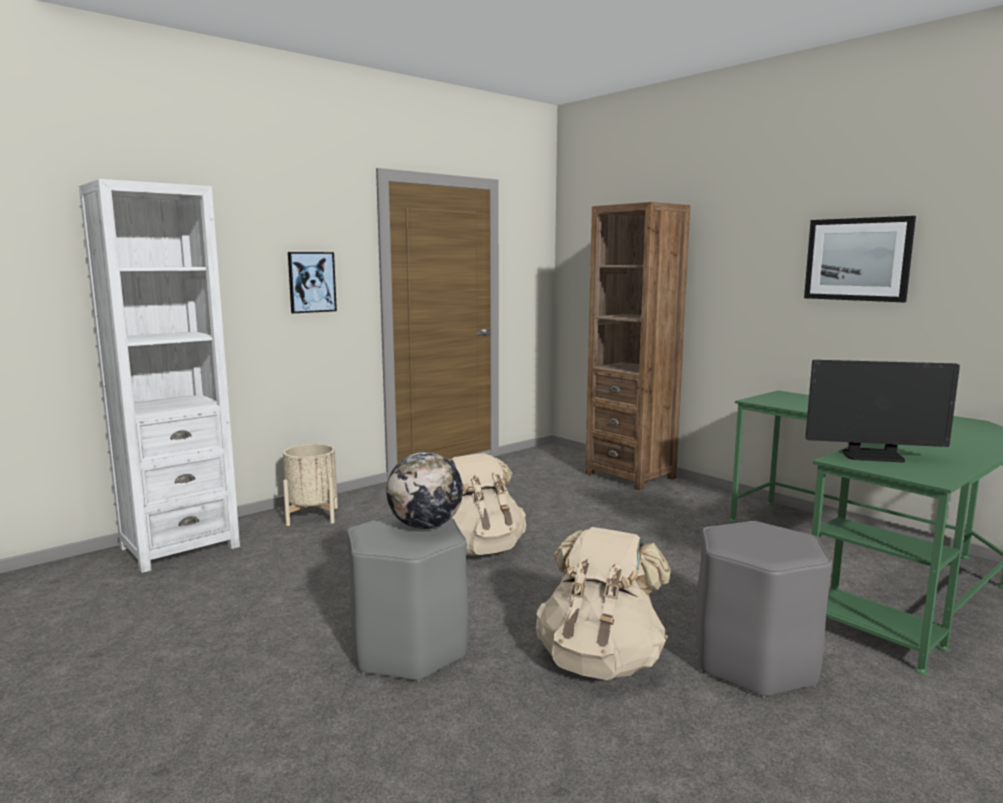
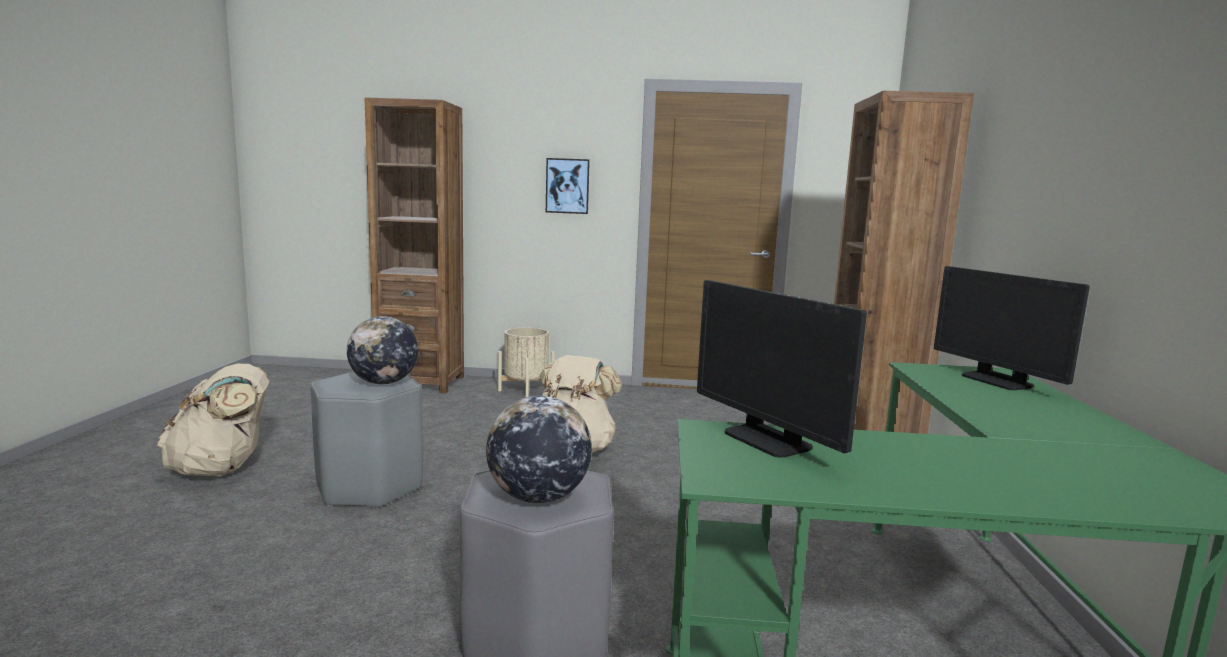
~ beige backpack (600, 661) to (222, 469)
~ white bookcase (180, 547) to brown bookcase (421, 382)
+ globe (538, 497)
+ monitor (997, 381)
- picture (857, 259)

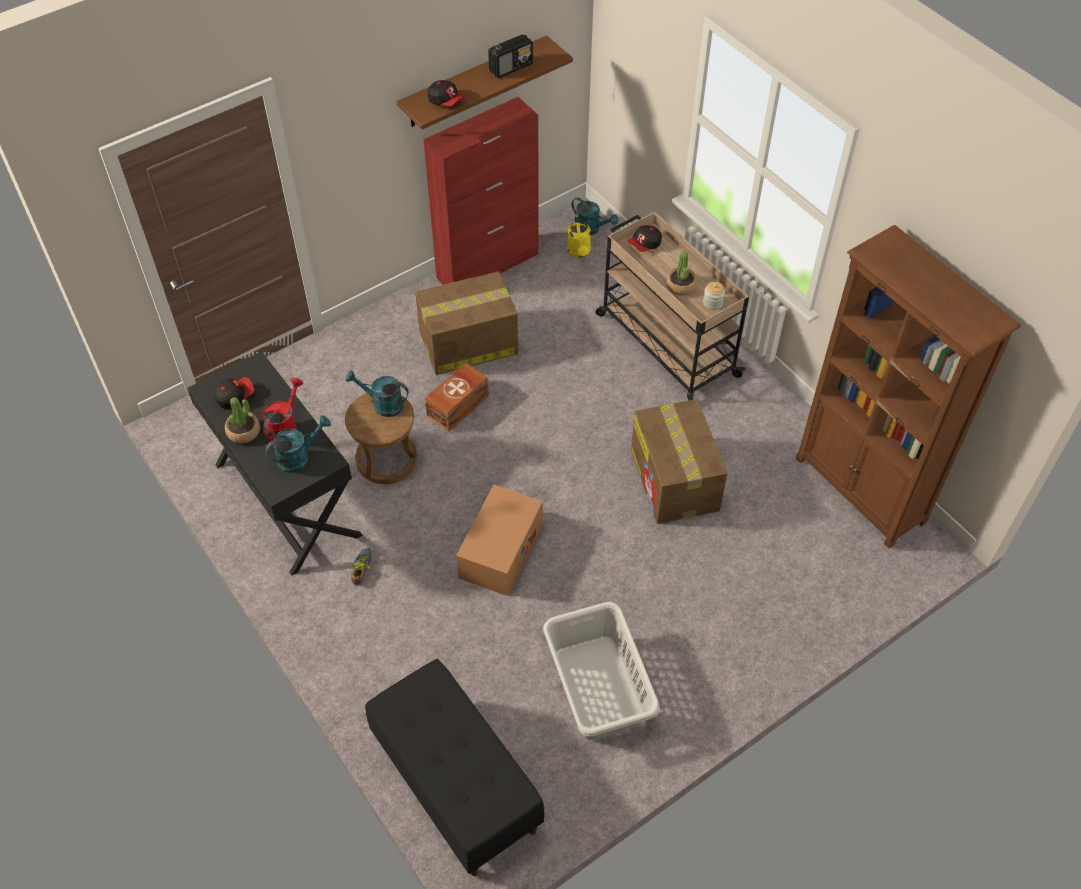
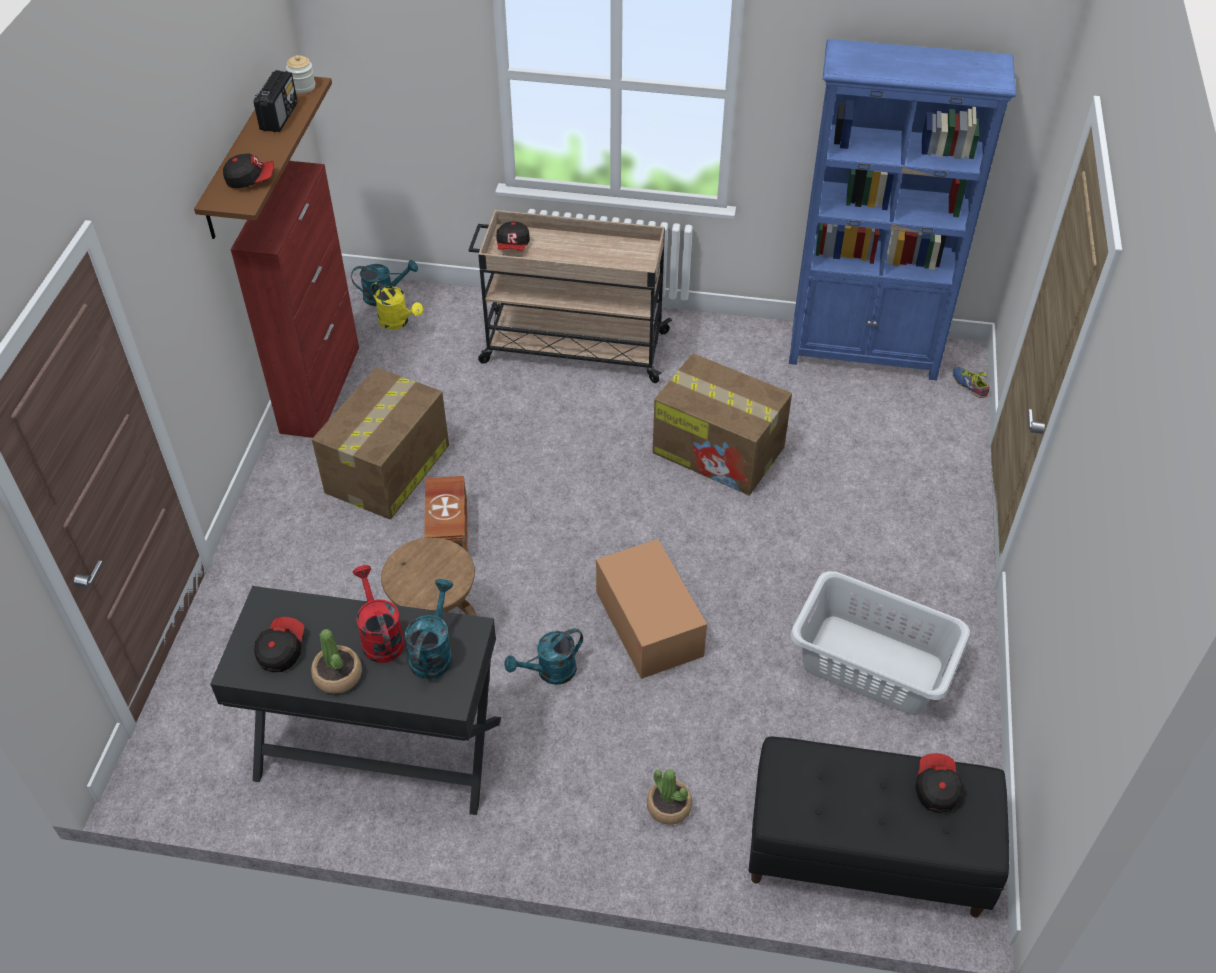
~ jar (712, 303) to (303, 87)
~ turquoise watering can (382, 404) to (550, 672)
~ potted plant (681, 286) to (669, 806)
~ brown bookcase (860, 490) to blue bookcase (864, 353)
+ cap (936, 788)
~ shoe (363, 568) to (970, 384)

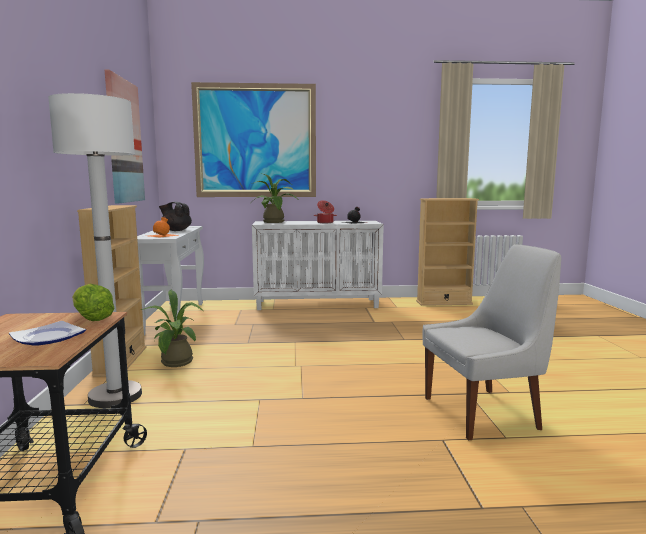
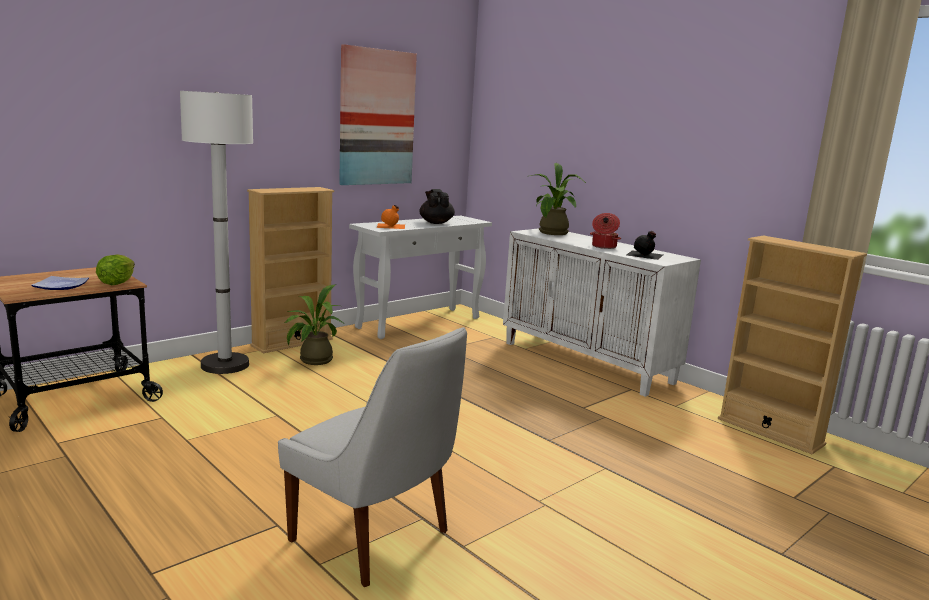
- picture (255, 141)

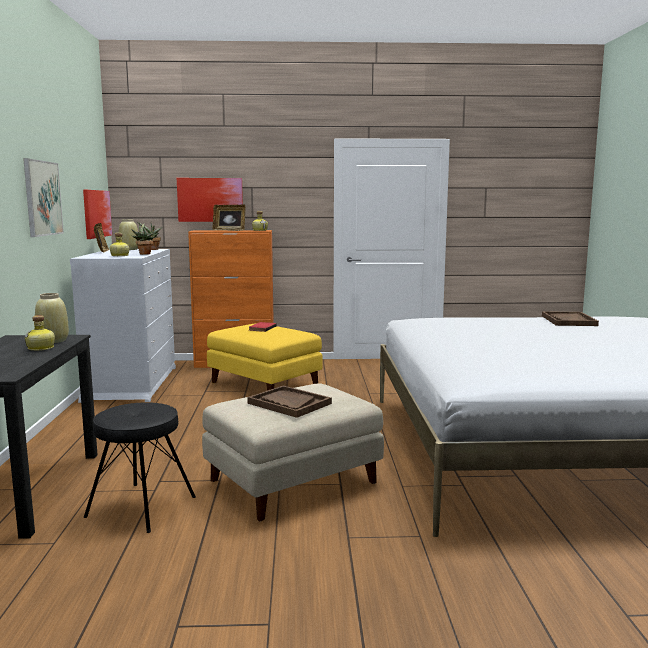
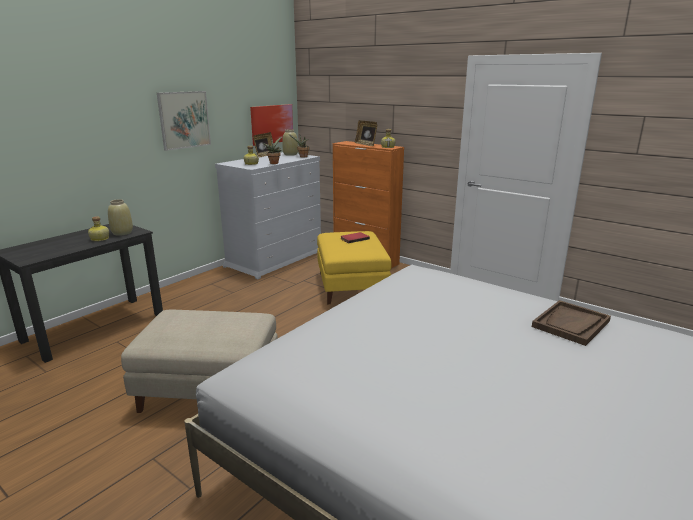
- black stool (141, 507)
- picture (210, 199)
- brown tray (289, 403)

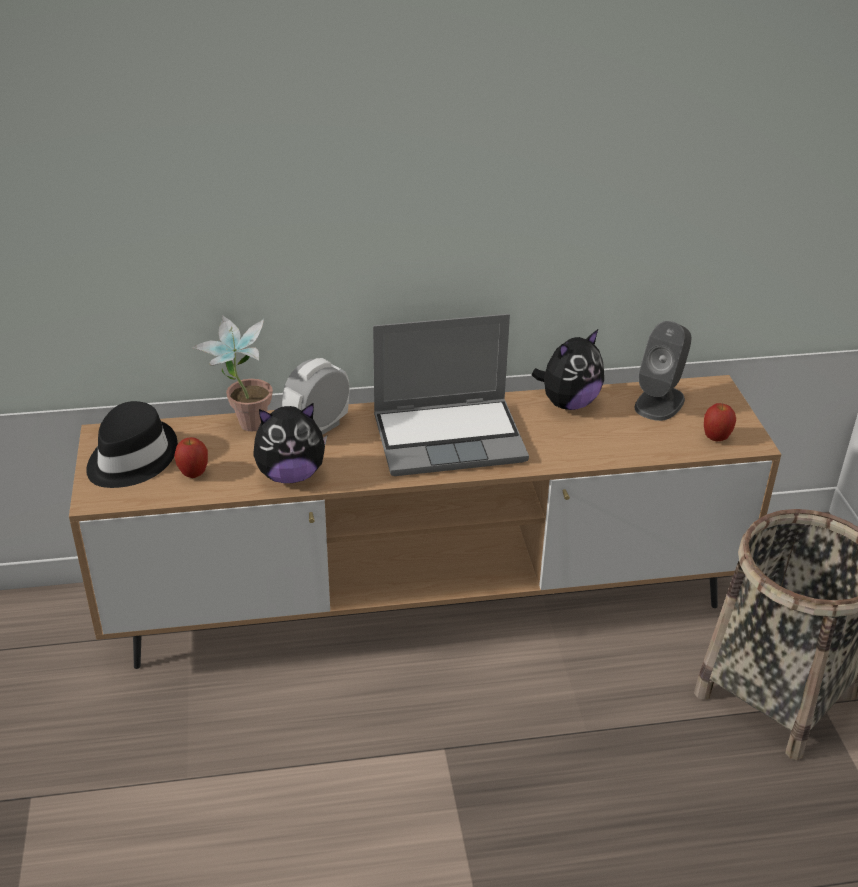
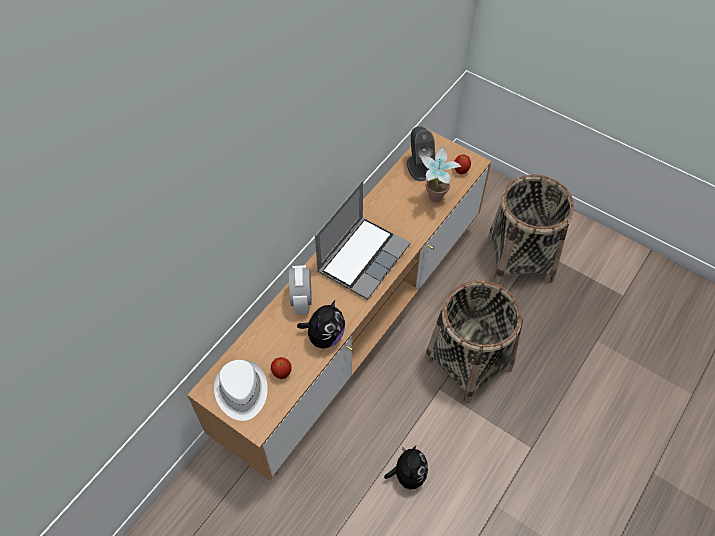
~ black hat (130, 458) to white hat (241, 391)
~ plush toy (568, 403) to (408, 474)
~ potted plant (243, 426) to (434, 201)
+ basket (468, 362)

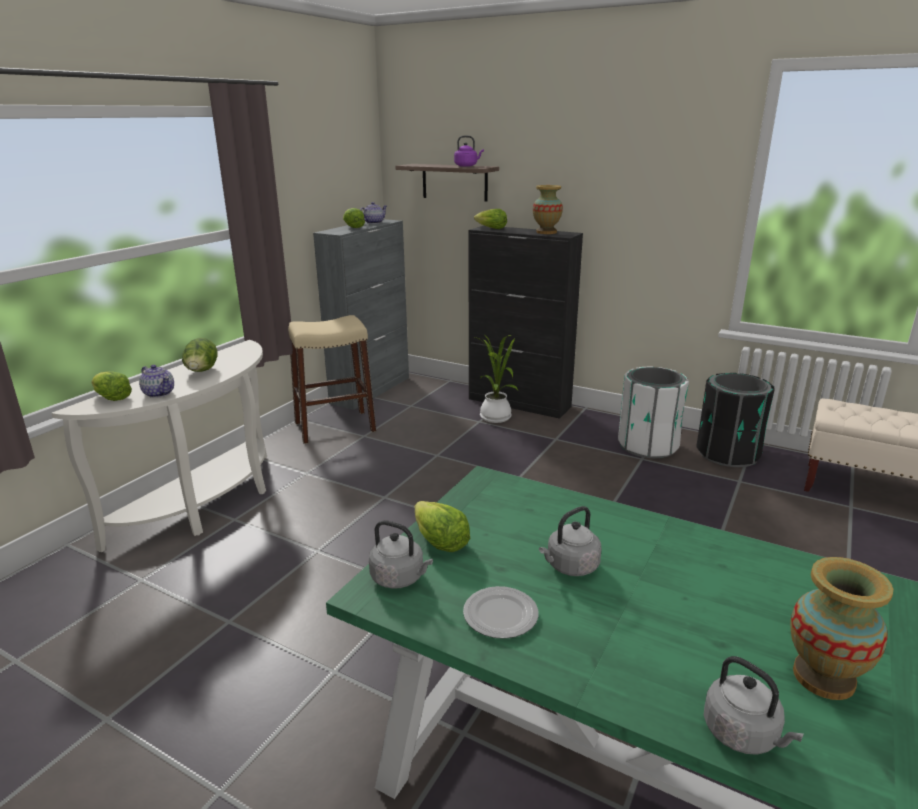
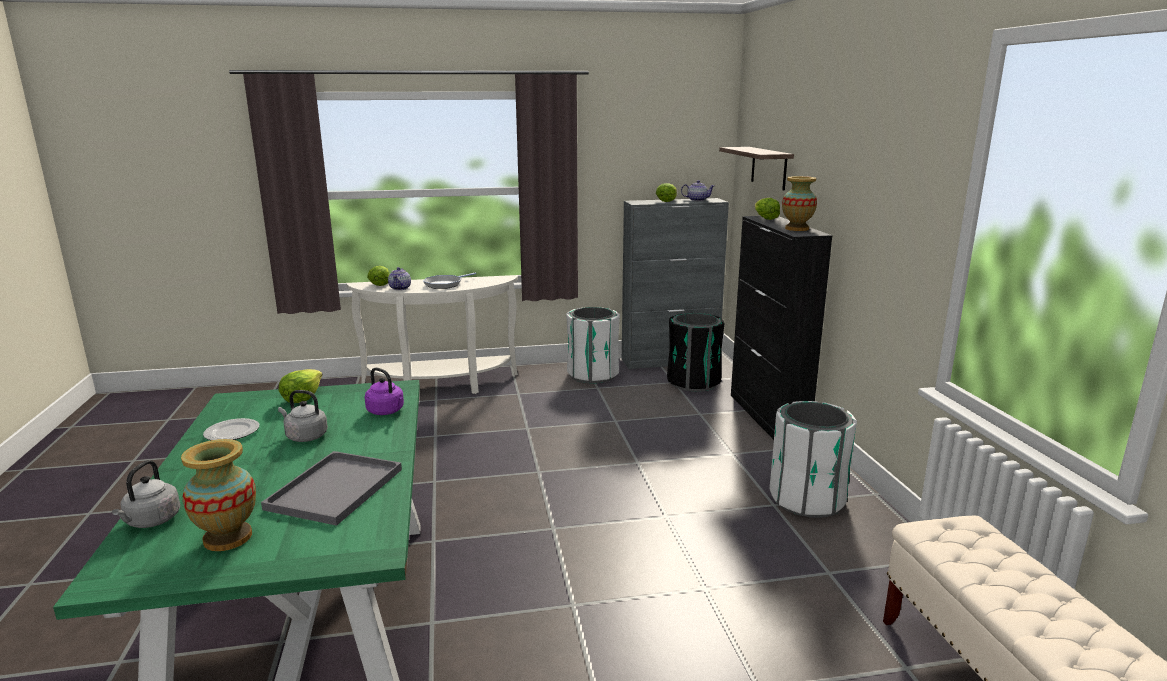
+ grey tray (336, 487)
~ purple kettle (467, 166) to (387, 411)
~ lettuce (202, 372) to frying pan (445, 284)
~ beige stool (335, 427) to white trash can (593, 374)
~ black trash can (727, 454) to (693, 382)
- grey kettle (400, 578)
- potted plant (496, 418)

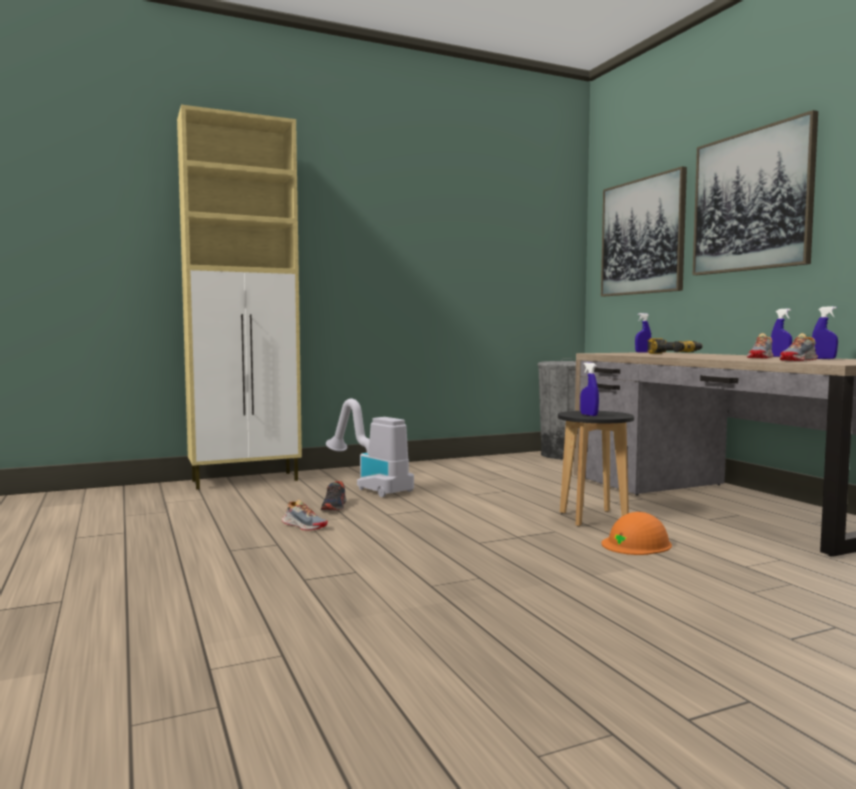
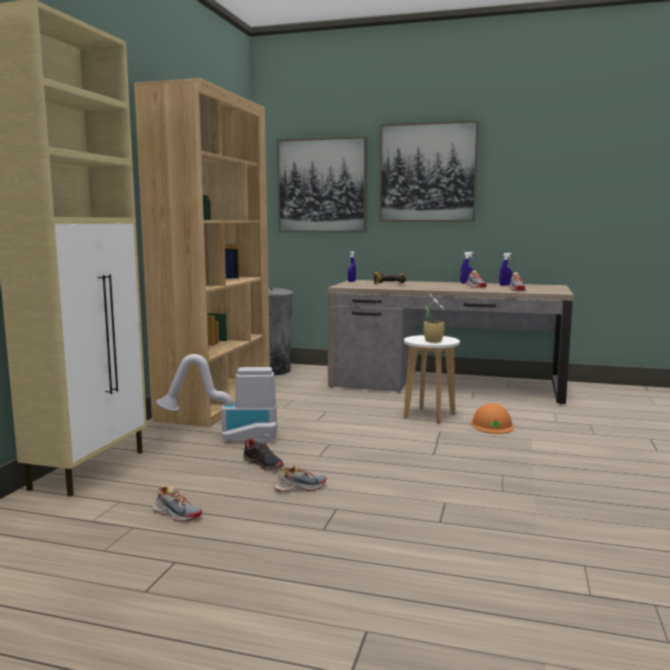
+ brown bookcase (216, 403)
+ shoe (176, 514)
~ black stool (592, 518) to white stool (429, 416)
~ blue spray bottle (589, 415) to potted plant (433, 341)

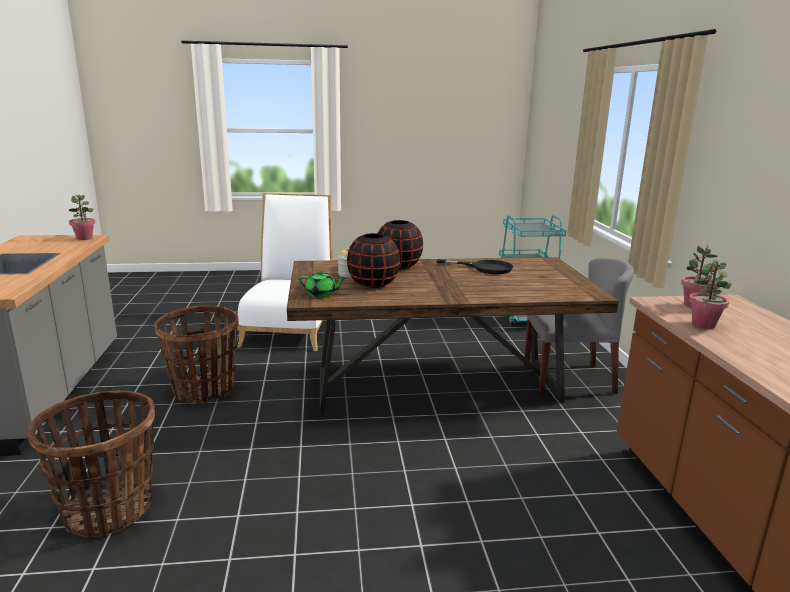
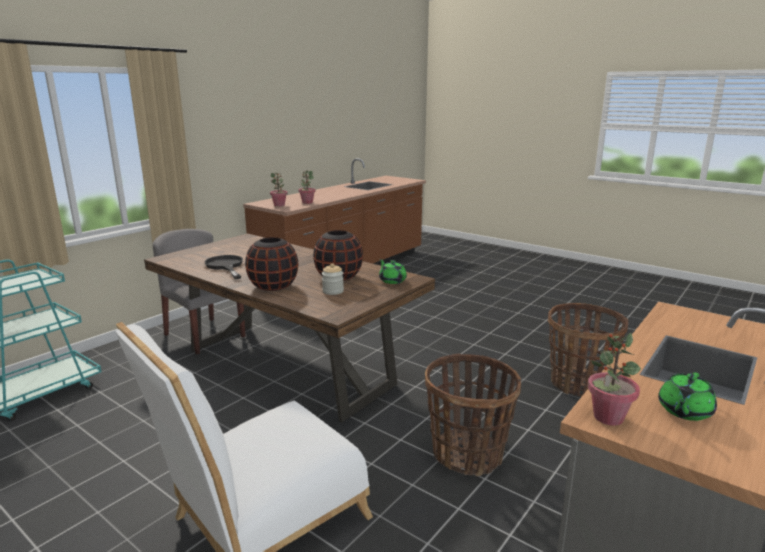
+ green teapot (684, 411)

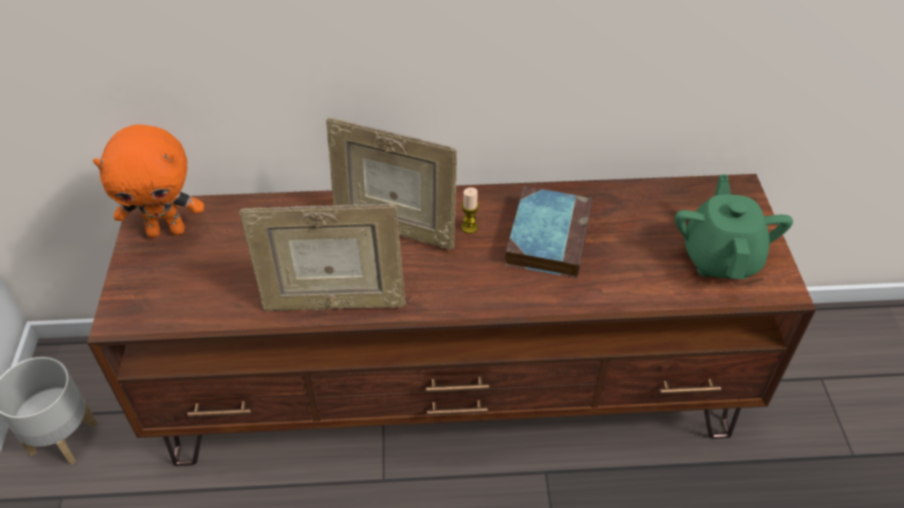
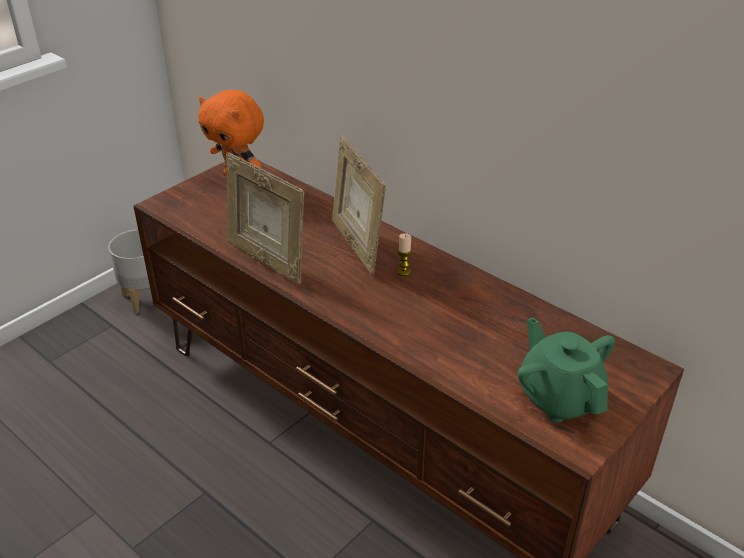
~ green teapot (720, 257) = (559, 397) 75 degrees counterclockwise
- book (548, 236)

